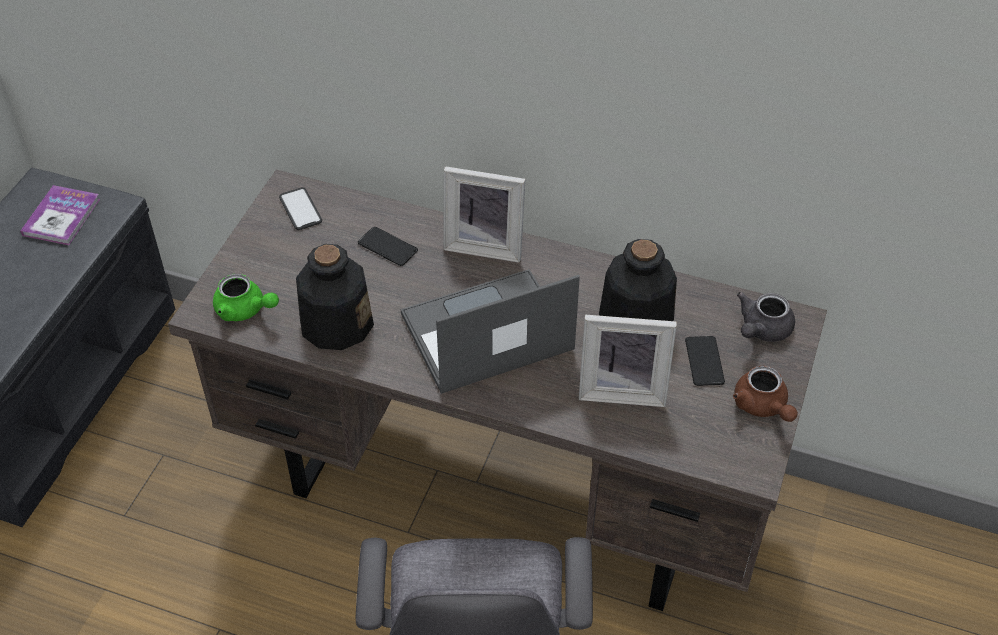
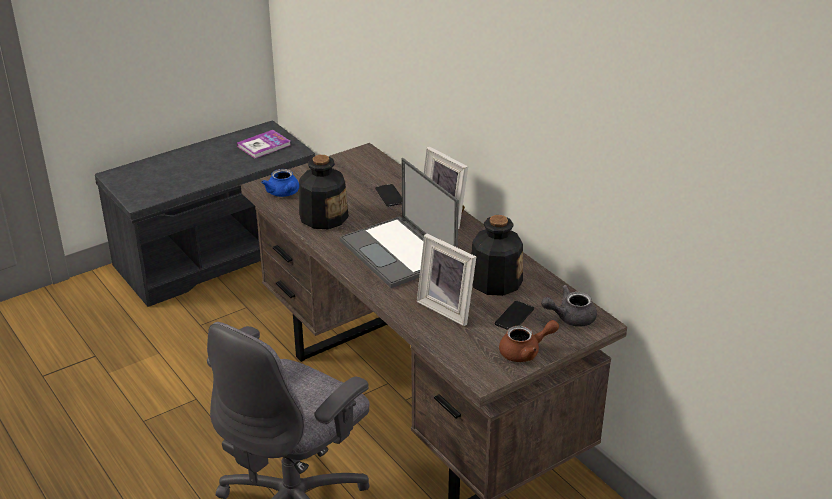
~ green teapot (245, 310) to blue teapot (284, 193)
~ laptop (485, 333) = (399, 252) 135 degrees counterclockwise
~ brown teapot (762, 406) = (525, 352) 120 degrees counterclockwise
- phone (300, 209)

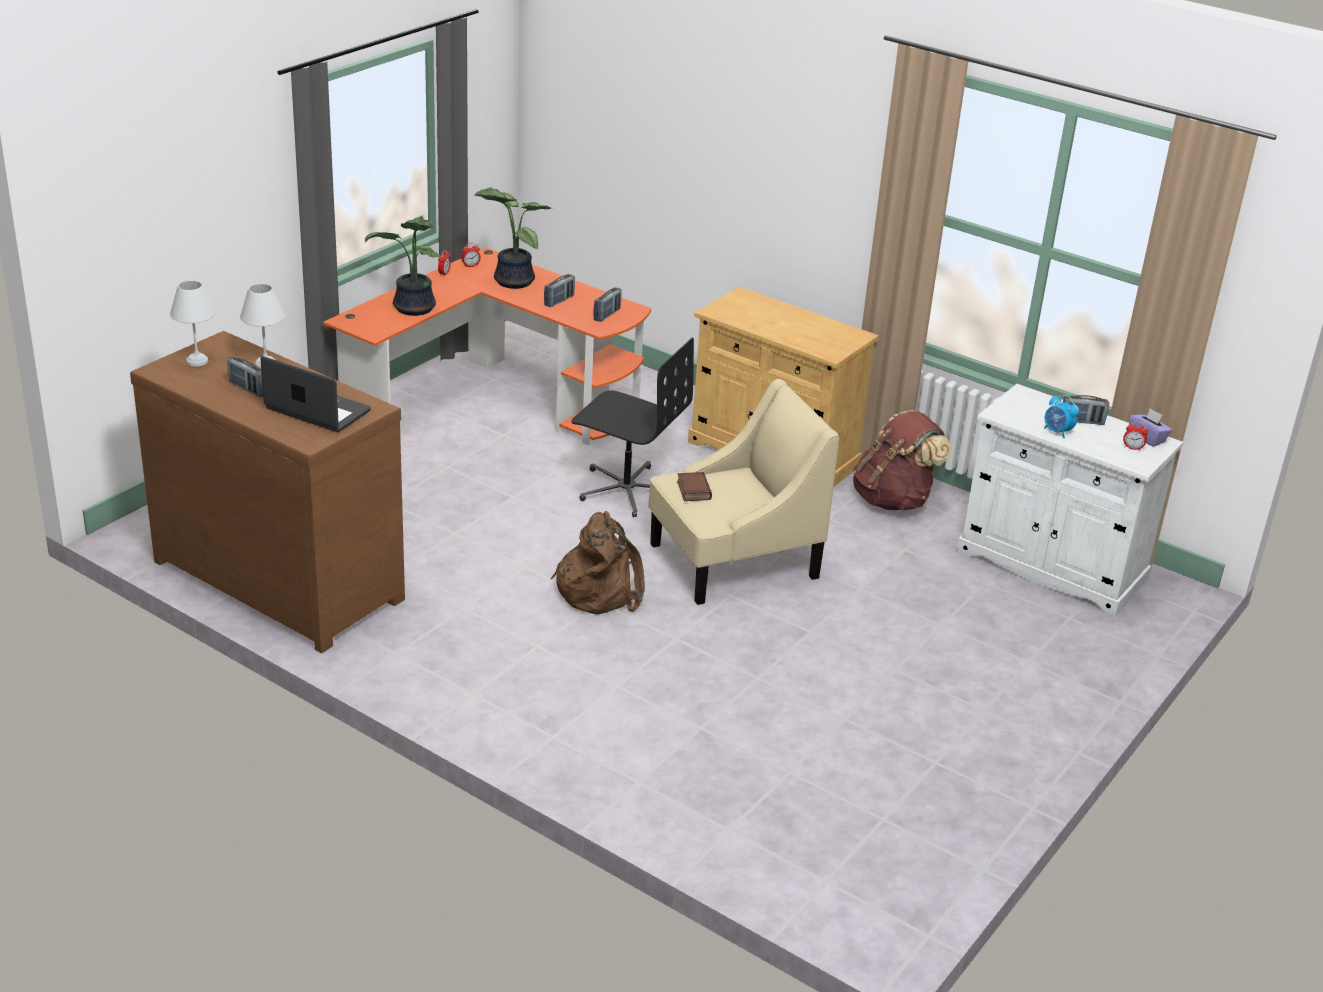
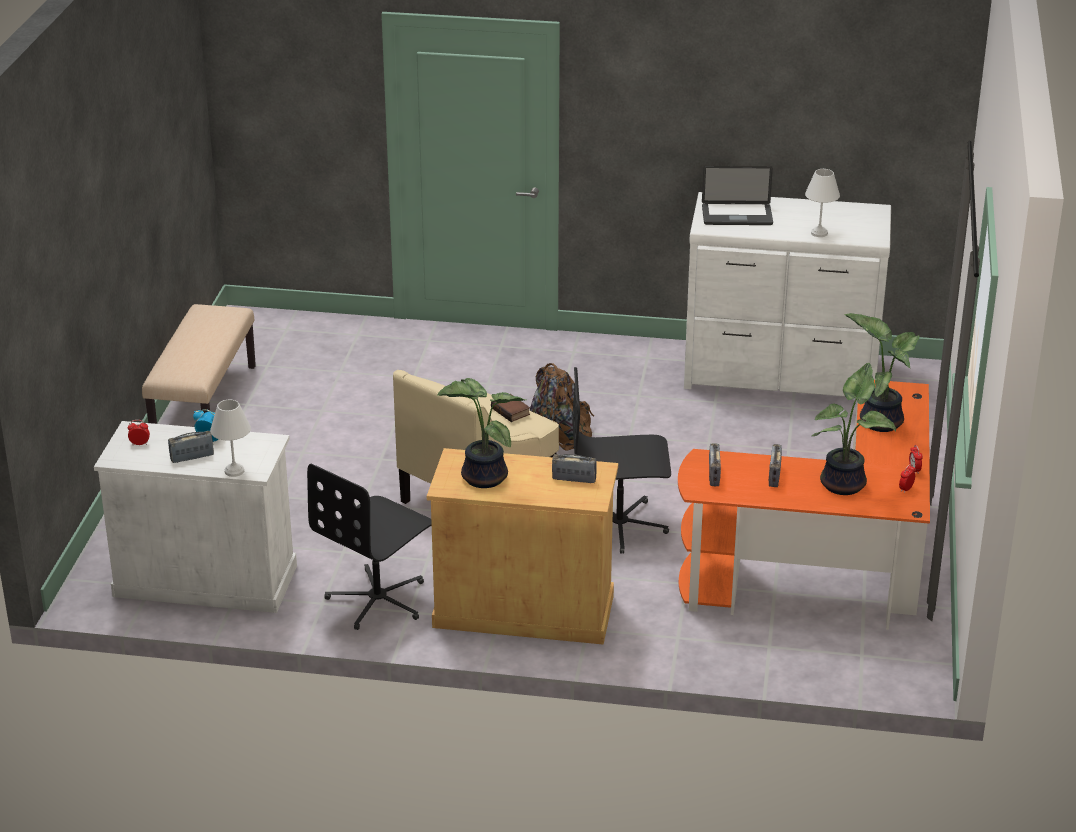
+ beige bench (204, 404)
~ white table lamp (196, 361) to (235, 471)
~ brown backpack (894, 500) to black office chair (378, 600)
+ potted plant (481, 477)
~ radio (248, 389) to (574, 479)
~ brown dresser (281, 578) to white dresser (781, 375)
- purple tissue box (1147, 438)

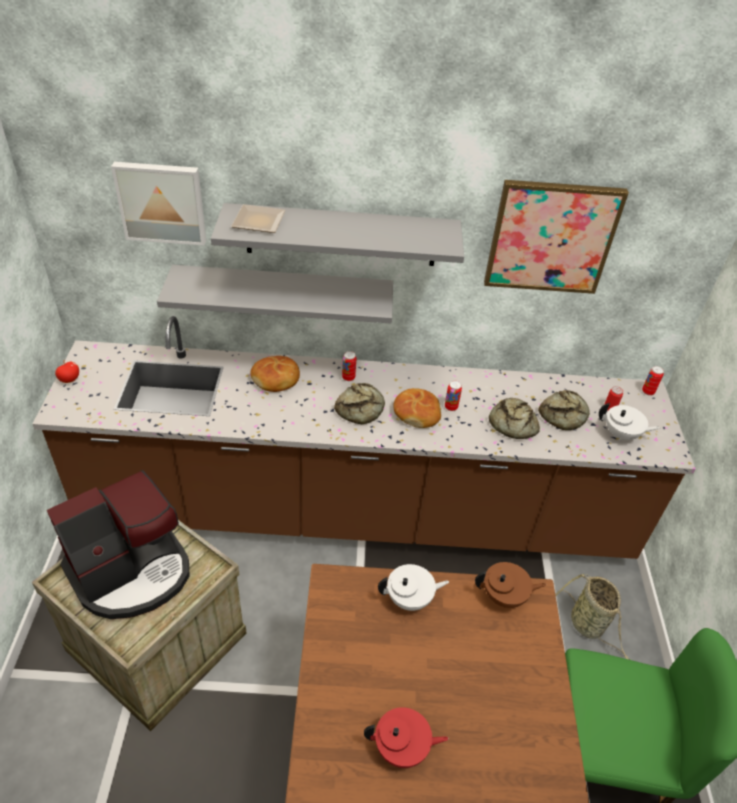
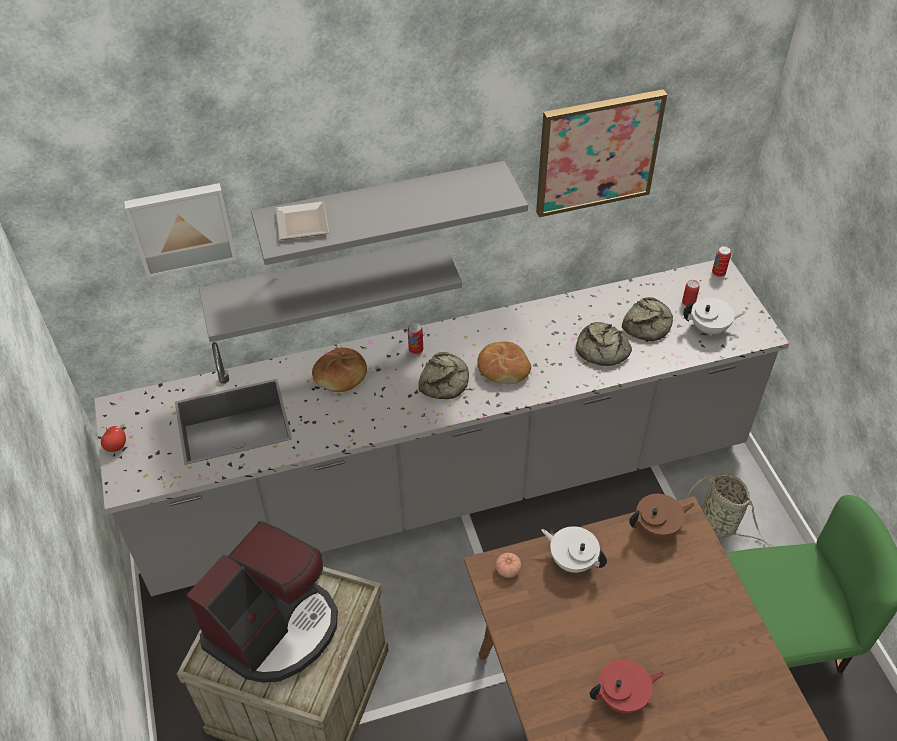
~ brown counter (359, 514) to grey counter (450, 486)
+ tomato (508, 569)
~ white teapot (410, 599) = (572, 560) 120 degrees counterclockwise
- can (451, 407)

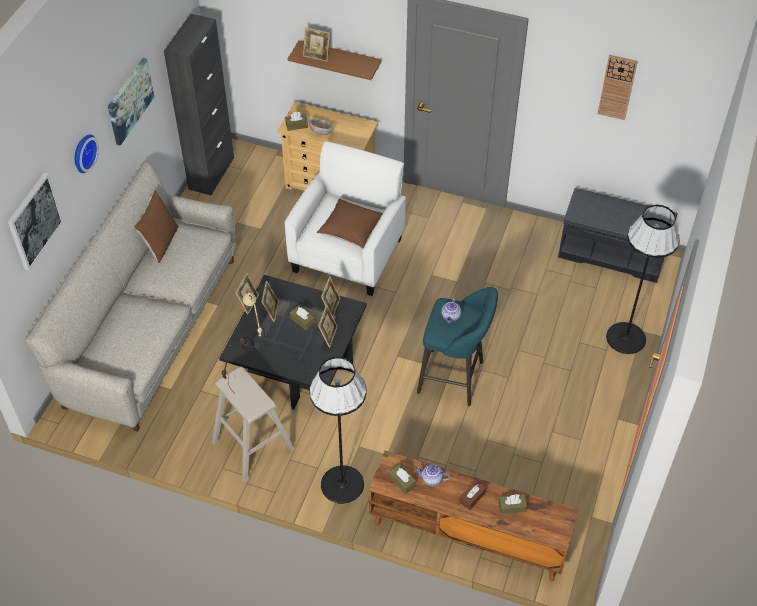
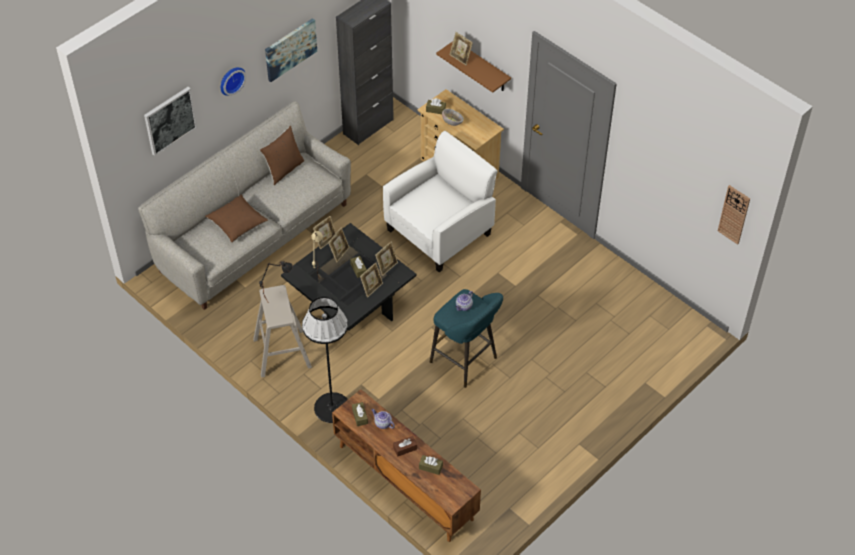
~ brown pillow (351, 230) to (237, 224)
~ wall clock (617, 87) to (734, 214)
- grey bench (613, 253)
- black floor lamp (626, 338)

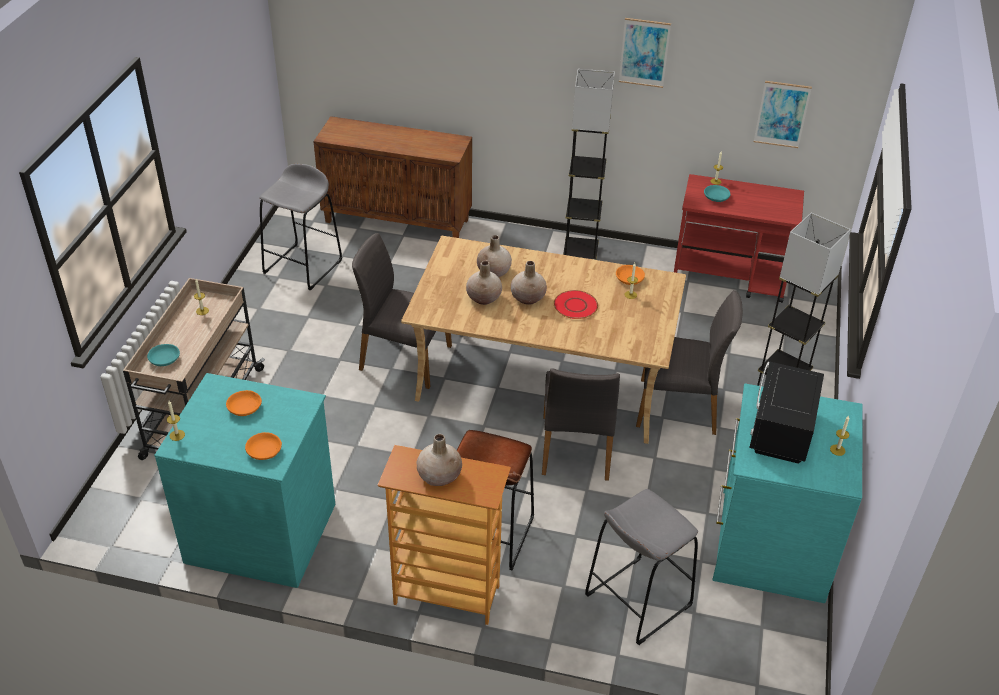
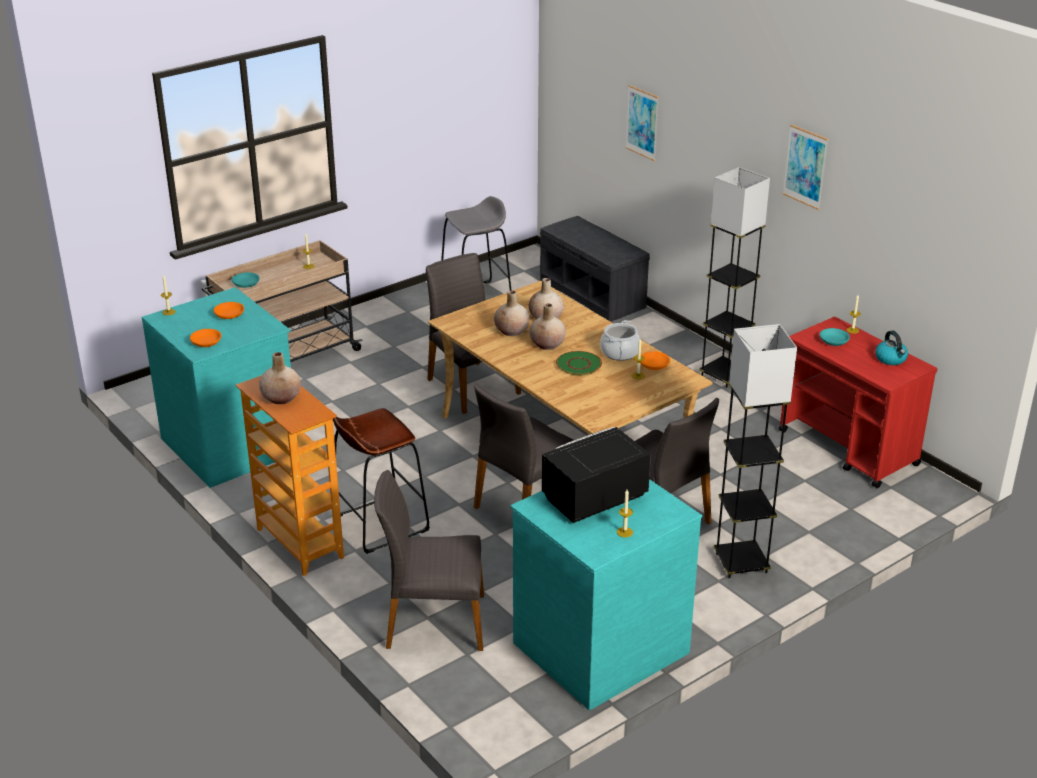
~ grey stool (637, 600) to grey chair (434, 622)
~ brown cabinet (398, 220) to grey bench (593, 294)
~ red plate (575, 306) to green plate (578, 364)
+ cooking pot (620, 352)
~ picture (782, 114) to (642, 122)
+ kettle (891, 359)

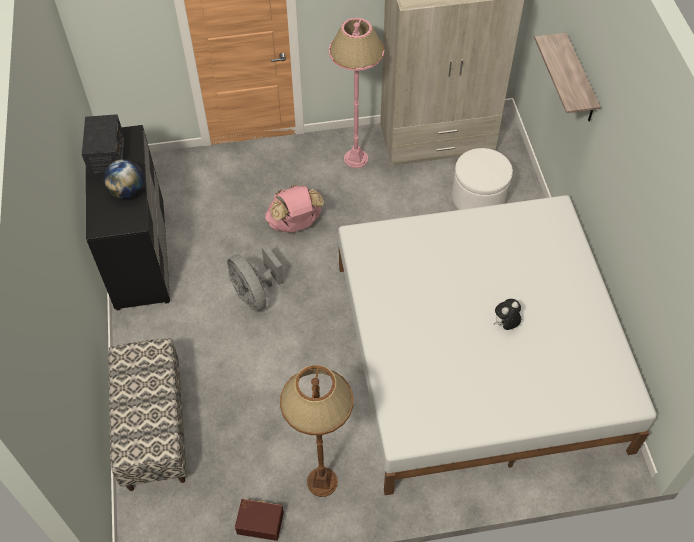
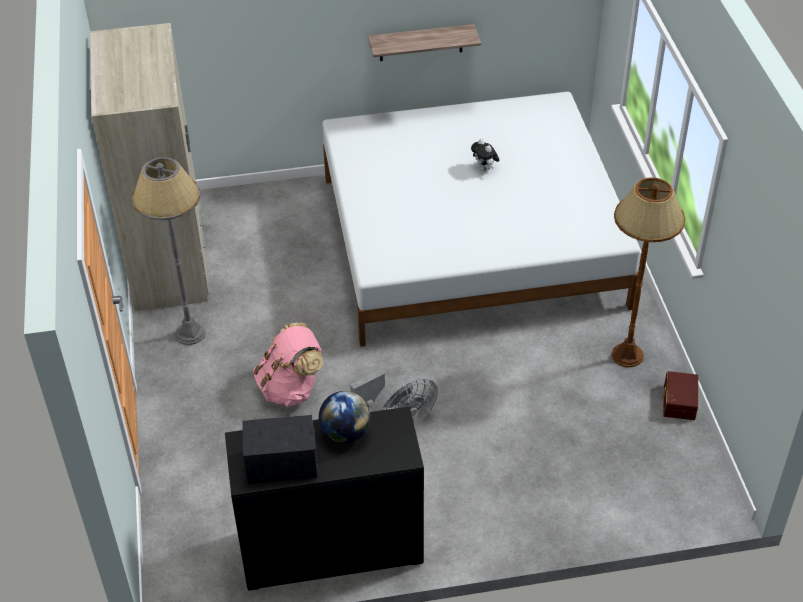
~ pink floor lamp (356, 159) to grey floor lamp (190, 333)
~ shelf (579, 80) to (421, 42)
- bench (153, 428)
- white ottoman (478, 198)

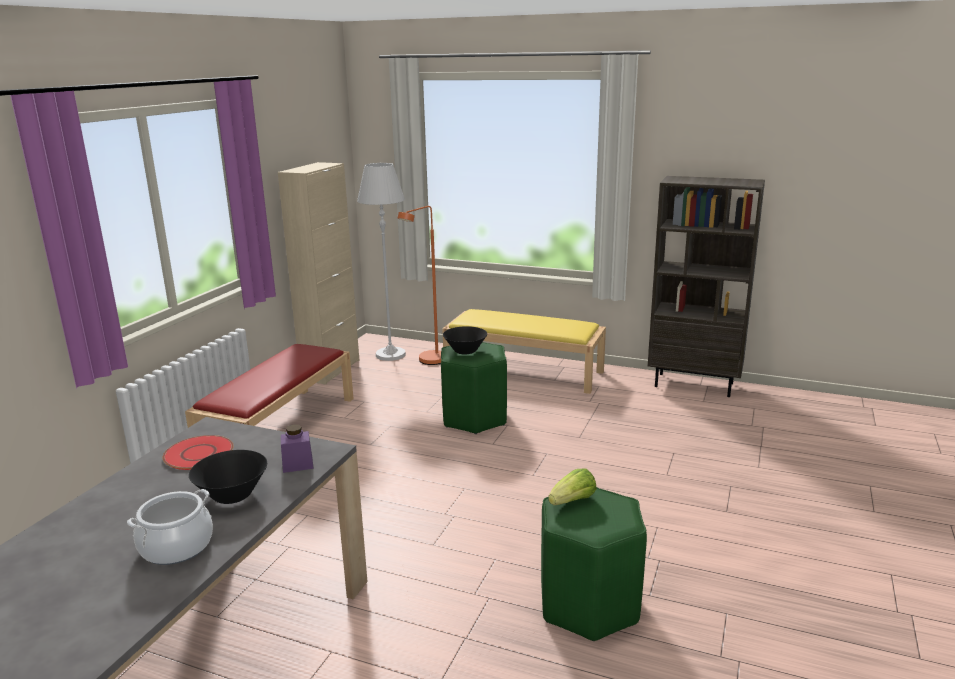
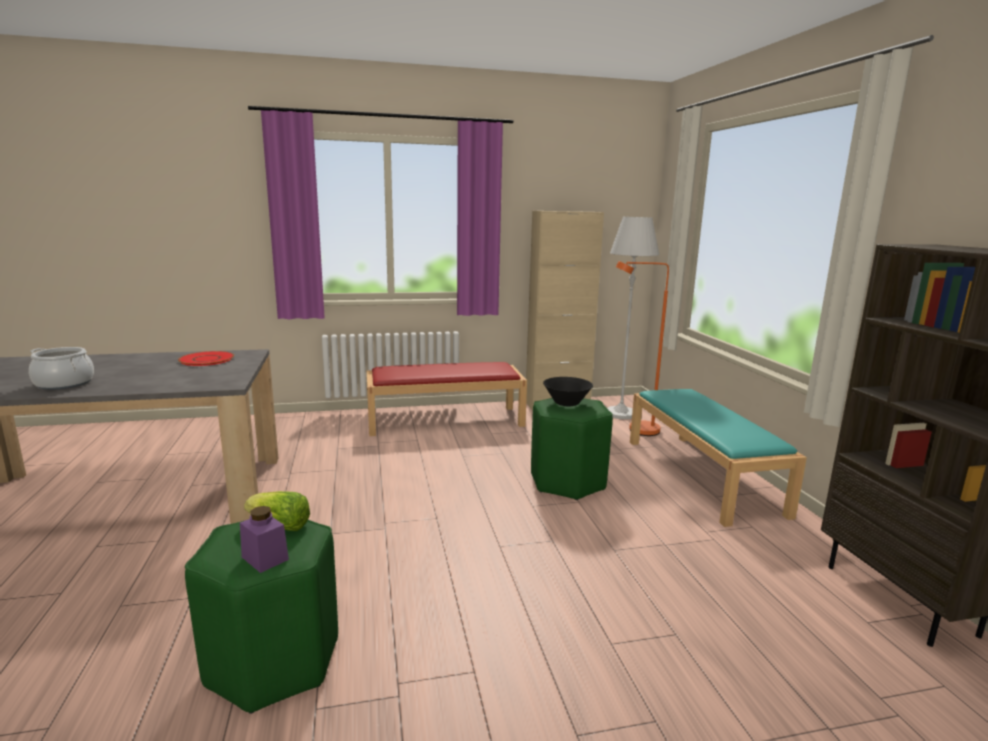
~ purple jar (298, 464) to (265, 558)
~ yellow bench (524, 372) to turquoise bench (702, 476)
- black bowl (232, 495)

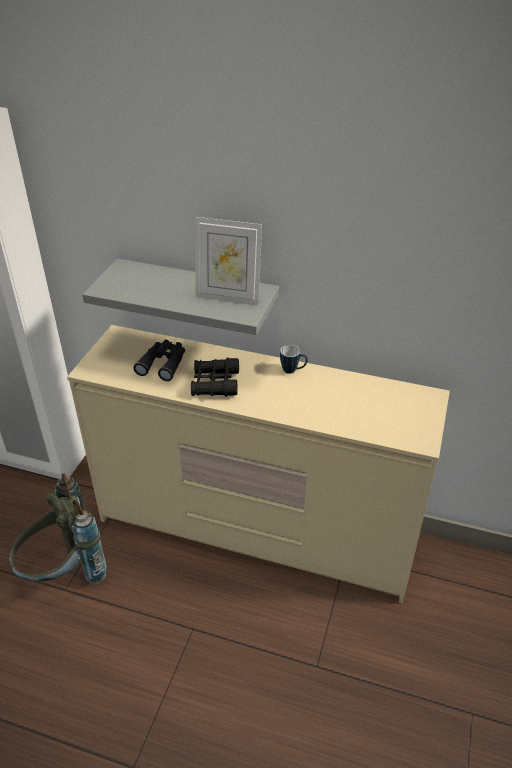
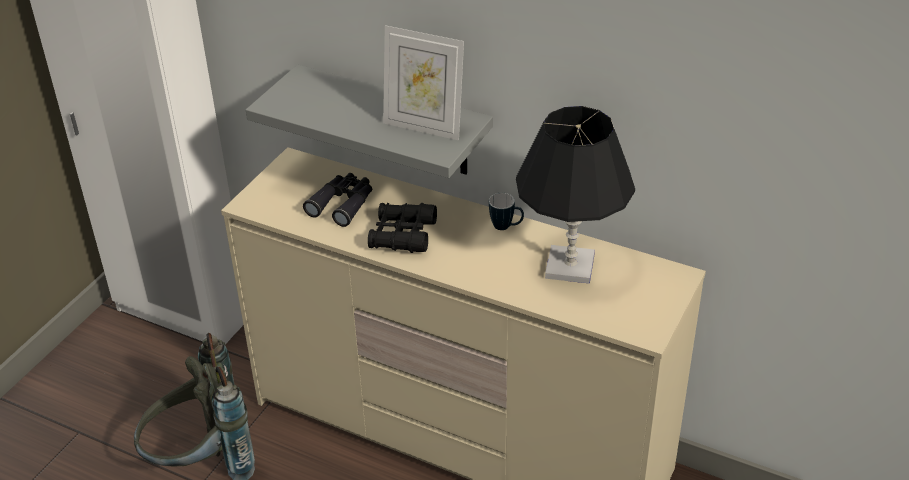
+ black table lamp (570, 267)

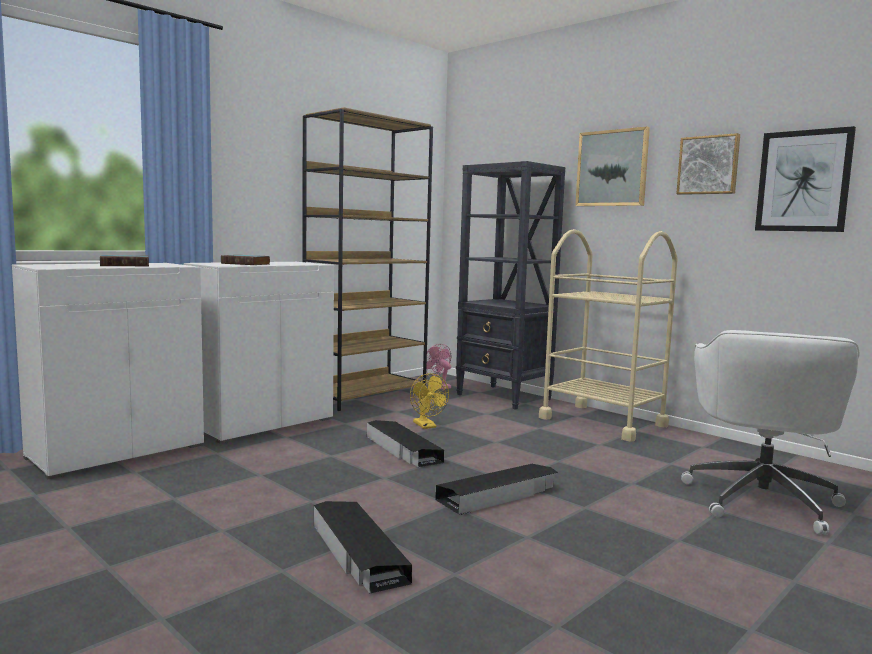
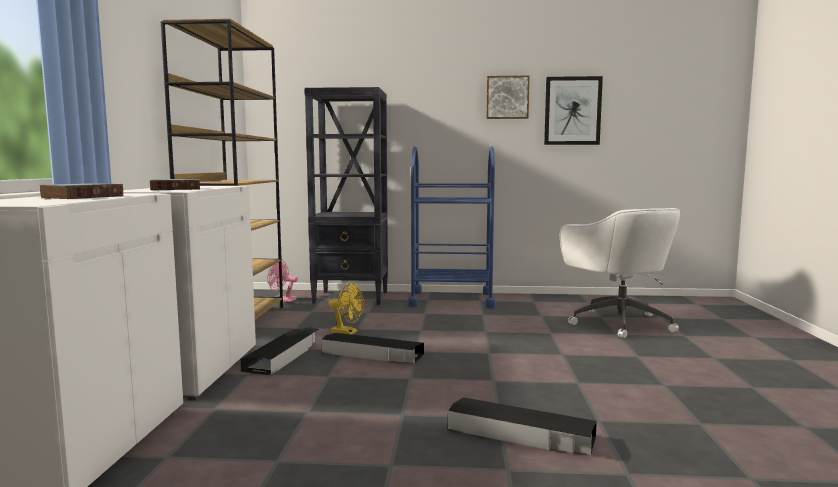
~ black storage box (498, 495) to (283, 356)
~ beige cart (602, 422) to blue cart (451, 299)
- picture (612, 168)

